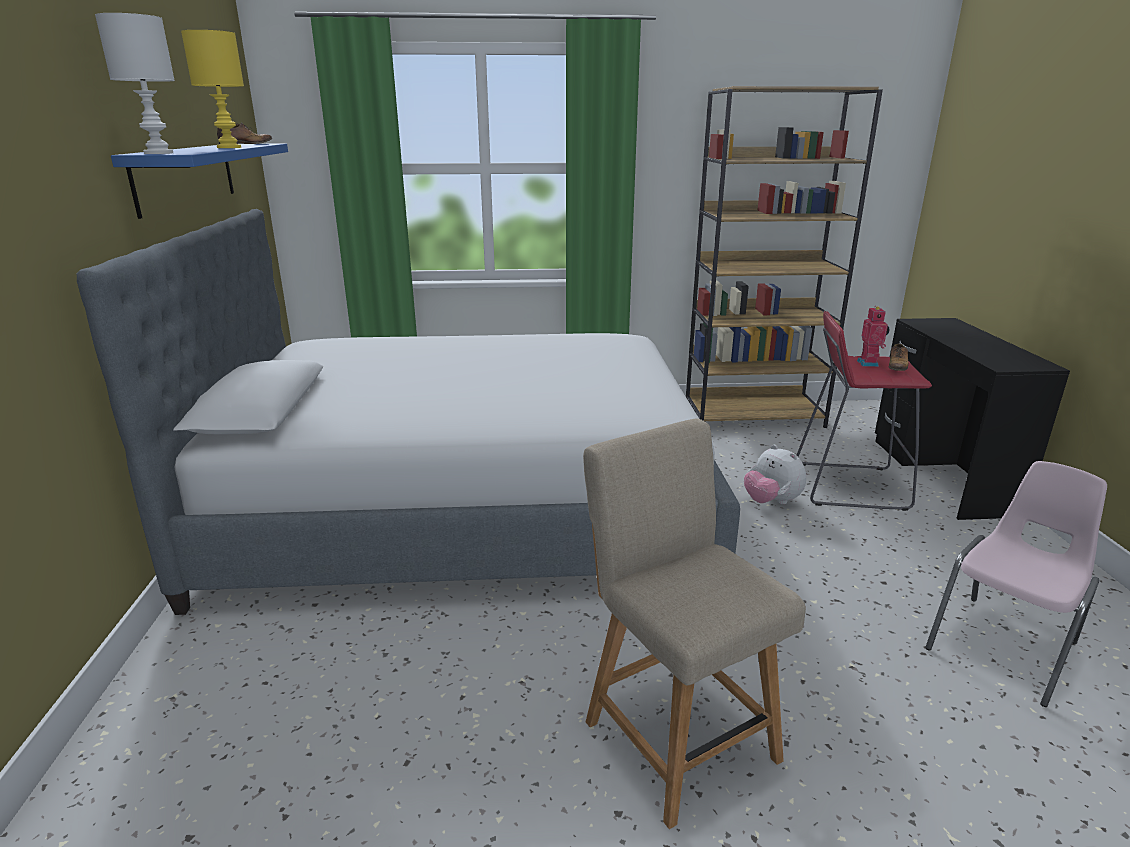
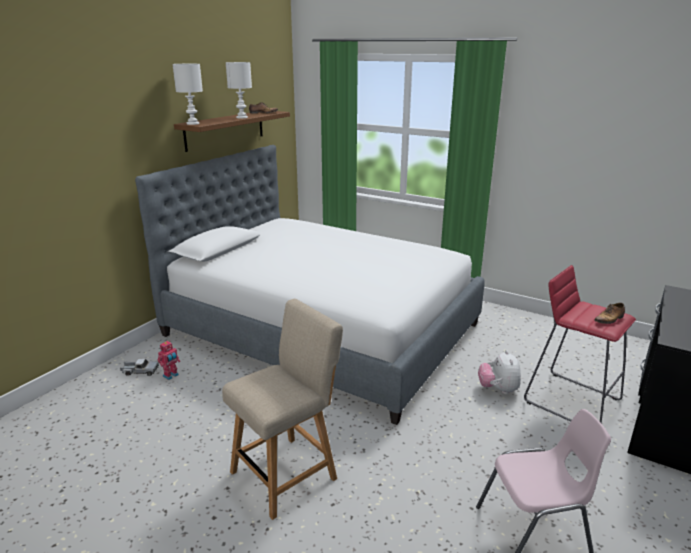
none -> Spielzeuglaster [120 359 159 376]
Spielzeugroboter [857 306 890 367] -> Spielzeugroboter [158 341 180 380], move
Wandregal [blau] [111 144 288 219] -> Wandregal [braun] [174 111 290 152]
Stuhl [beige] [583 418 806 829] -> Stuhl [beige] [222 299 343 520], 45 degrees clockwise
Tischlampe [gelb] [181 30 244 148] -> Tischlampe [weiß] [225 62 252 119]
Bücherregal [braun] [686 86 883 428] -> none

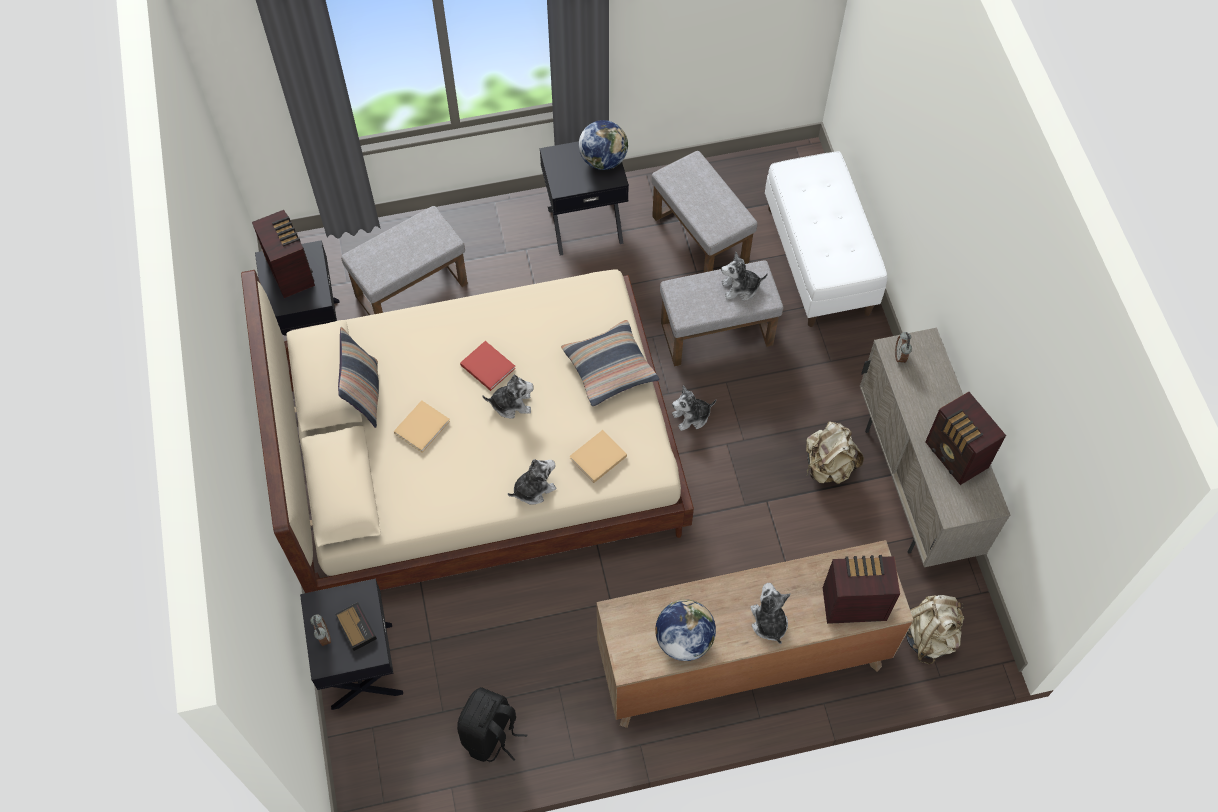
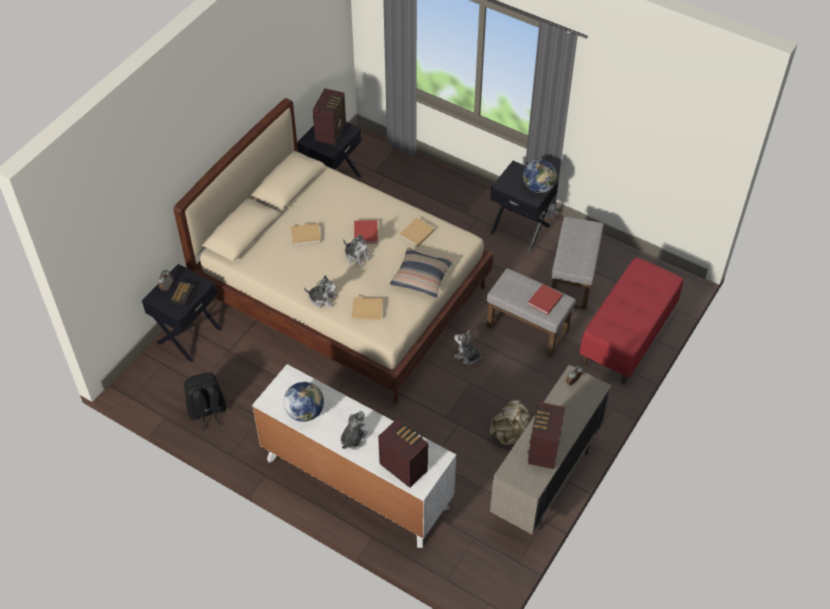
Kommode [braun] [597 540 914 728] -> Kommode [weiß] [252 364 456 548]
none -> Buch [beige] [400 218 435 247]
Plüschtier [721 252 768 301] -> Buch [rot] [528 284 563 315]
Bank [weiß] [765 151 887 327] -> Bank [rot] [579 257 683 384]
Kissen [338 327 379 428] -> none
Polsterhocker [grau] [341 206 468 315] -> none
Rucksack [beige] [906 595 964 664] -> none

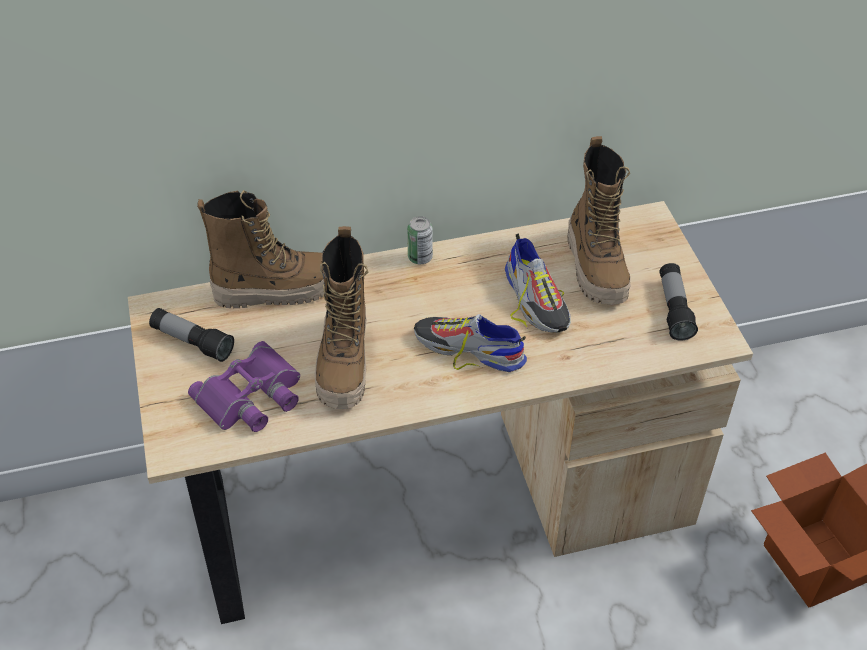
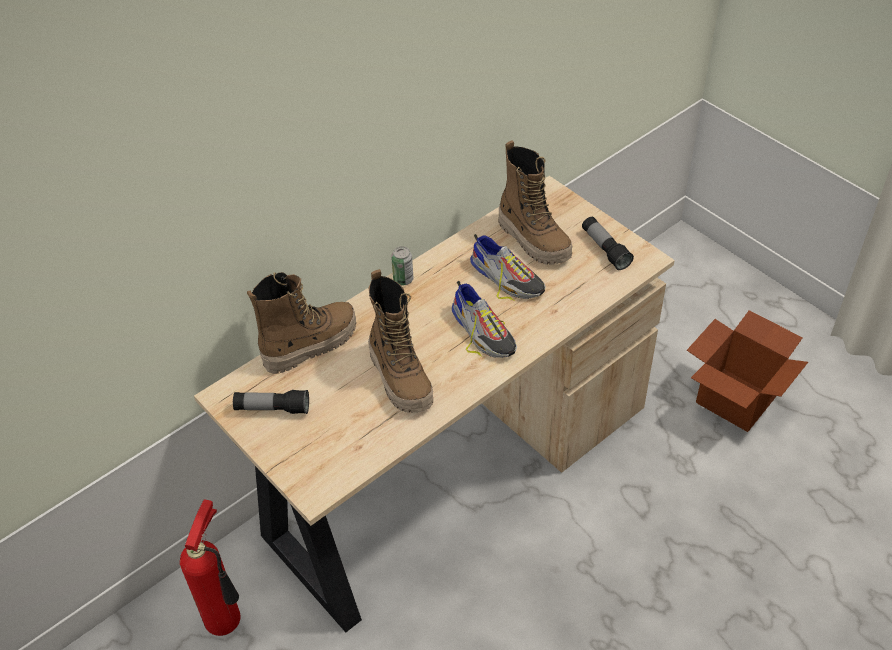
none -> Feuerlöscher [180 499 241 636]
Schuh [414 314 527 372] -> Schuh [452 281 517 359], 120 degrees counterclockwise
Fernglas [lila] [188 341 300 432] -> none

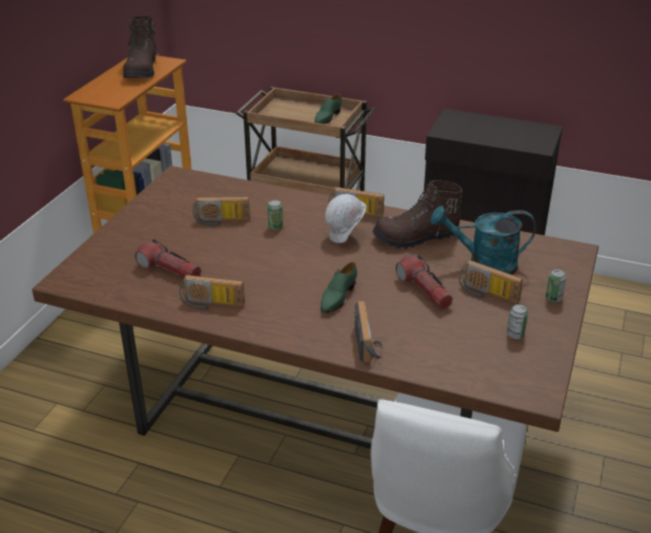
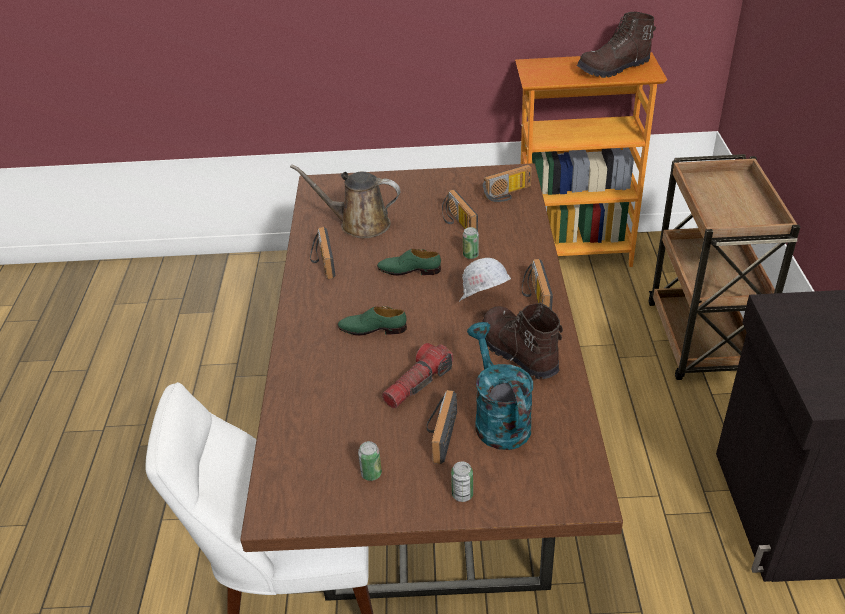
Taschenlampe [135 239 201 278] -> Gießkanne [braun] [290 164 400 238]
Schuh [grün] [314 94 342 124] -> Schuh [grün] [377 249 441 276], move
Radio [355 301 382 362] -> Radio [483 165 532 202], move

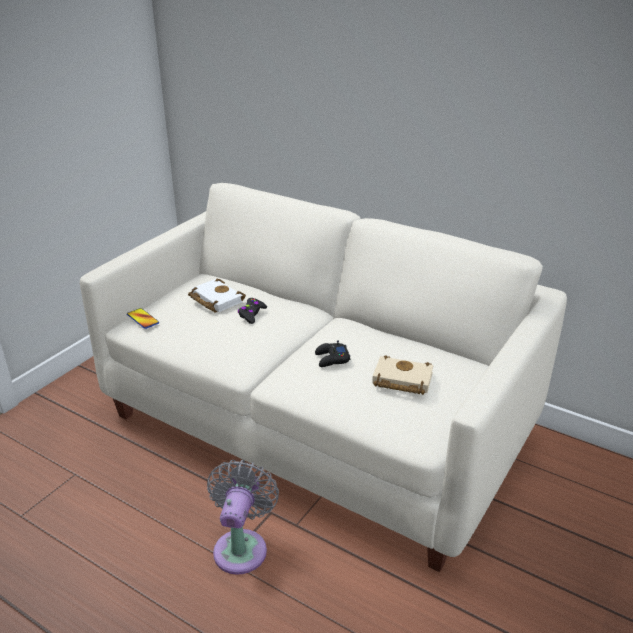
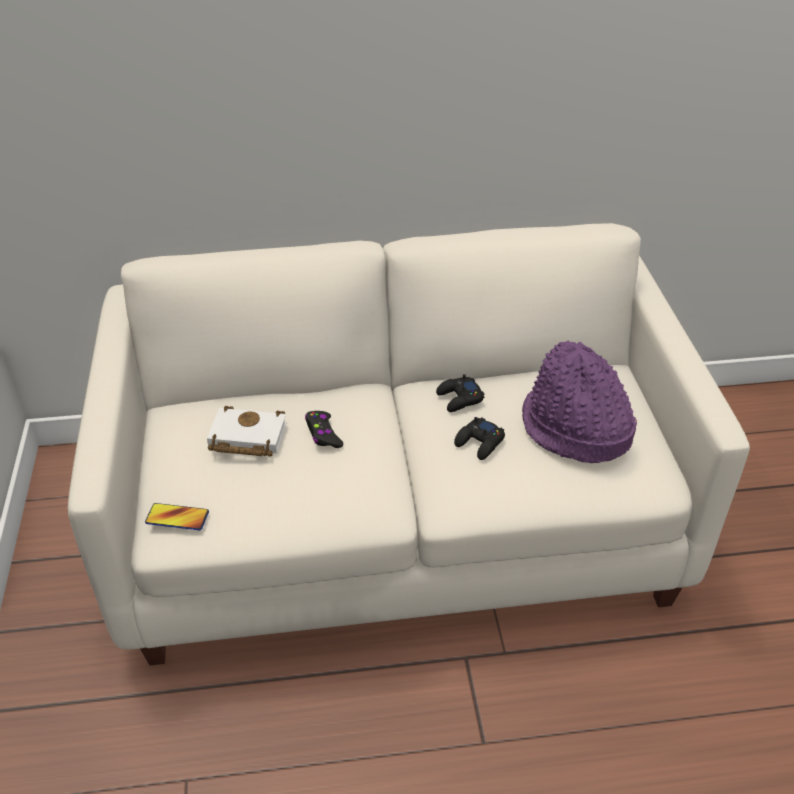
none -> Gamepad [schwarz] [436 374 485 412]
Buch [beige] [372 355 433 395] -> Hut [lila] [522 340 637 463]
Ventilator [grau] [207 460 279 575] -> none

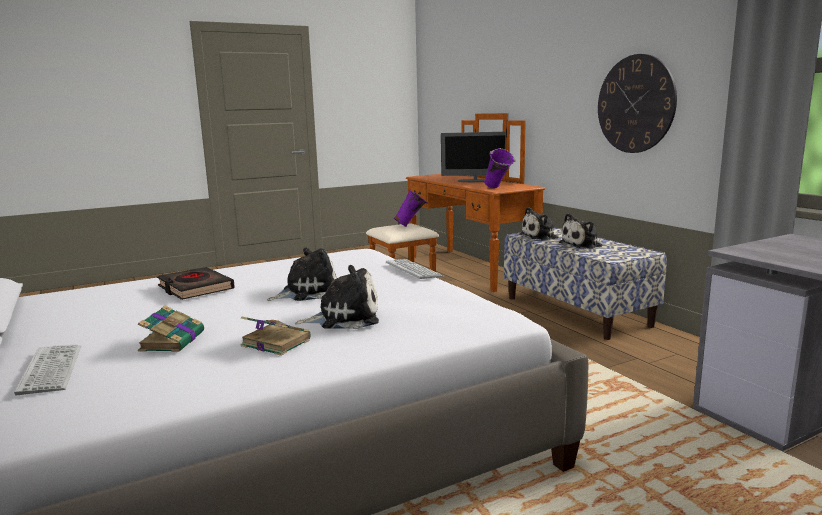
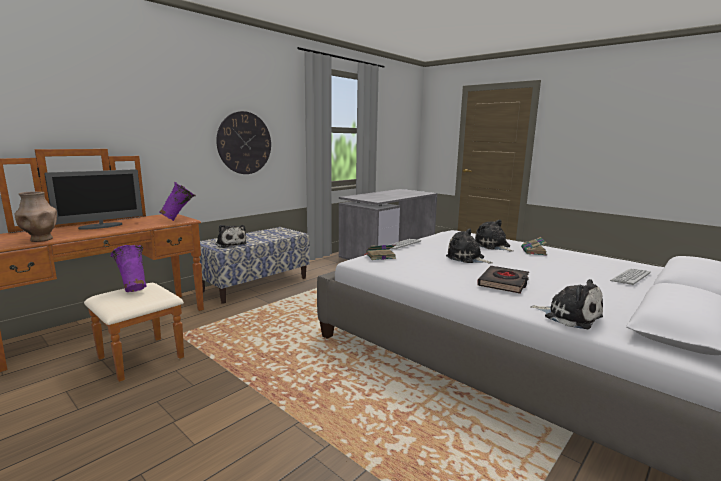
none -> Vase [braun] [15 192 57 242]
Monitor [441 132 506 182] -> Monitor [44 169 143 230], 60 degrees clockwise
Buch [138 306 204 352] -> Buch [363 244 396 260], move
Plüschtier [559 213 603 249] -> Plüschtier [530 279 603 329], move

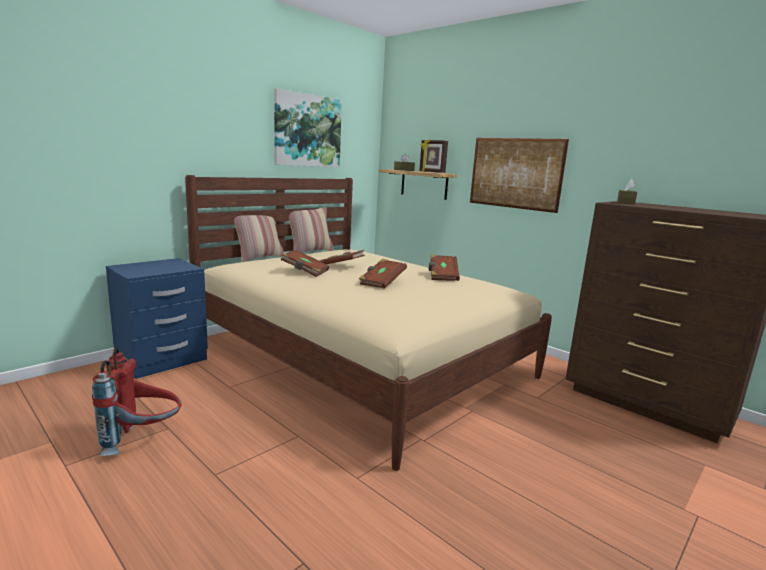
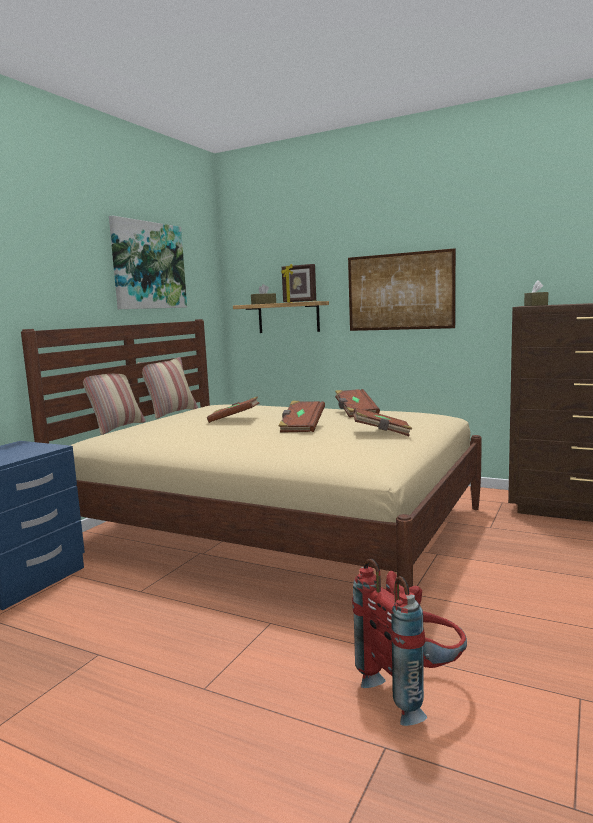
Rucksack [rot] [92 347 182 456] -> Rucksack [rot] [352 559 467 726], move
Buch [braun] [281 250 330 277] -> Buch [braun] [353 408 412 436], move

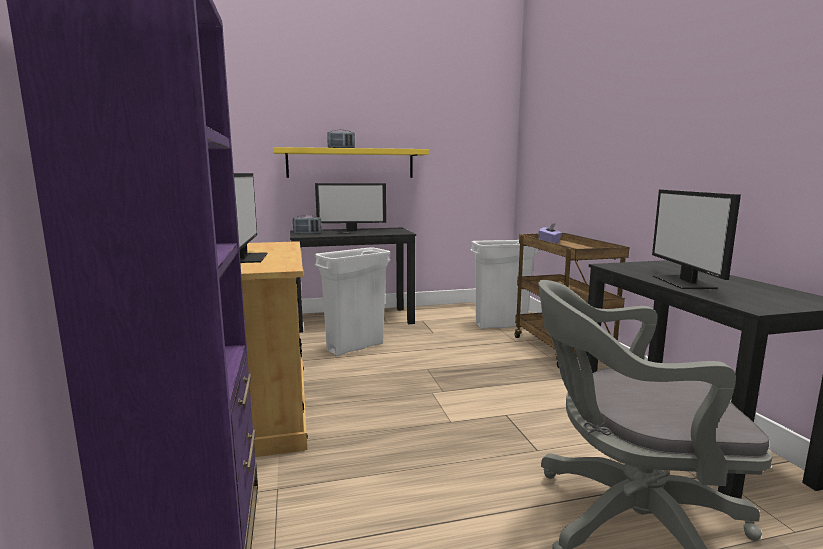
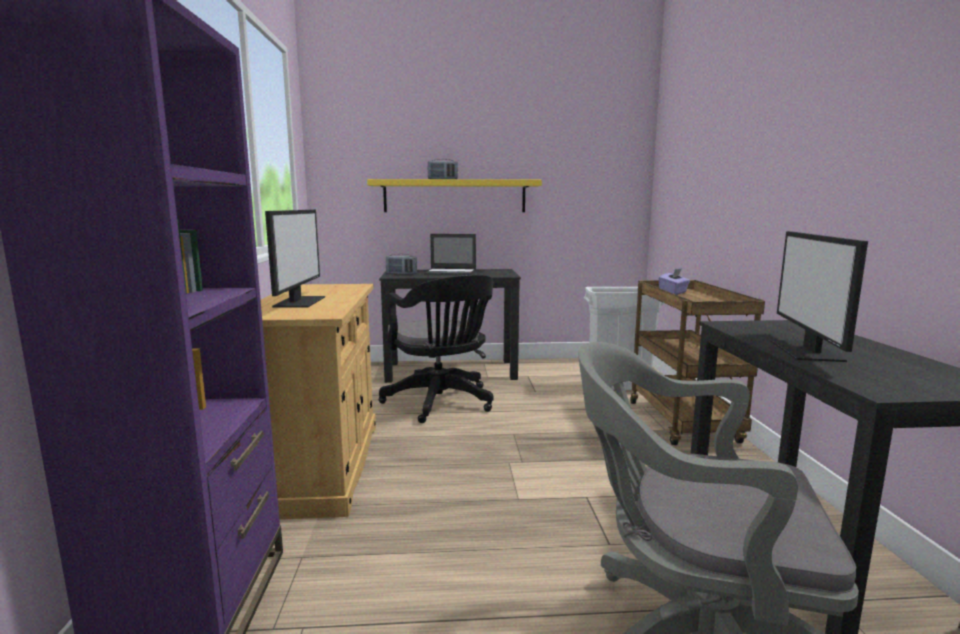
Mülleimer [weiß] [315 248 390 356] -> Bürostuhl [schwarz] [379 275 494 423]
Monitor [315 183 386 233] -> Laptop [424 234 476 276]

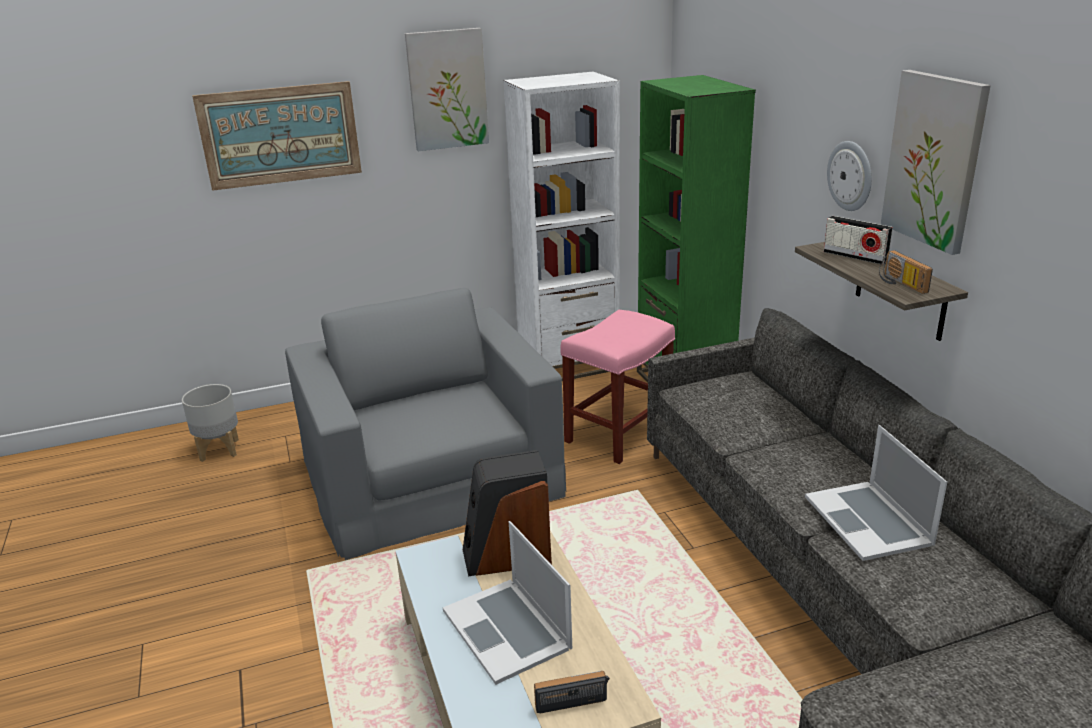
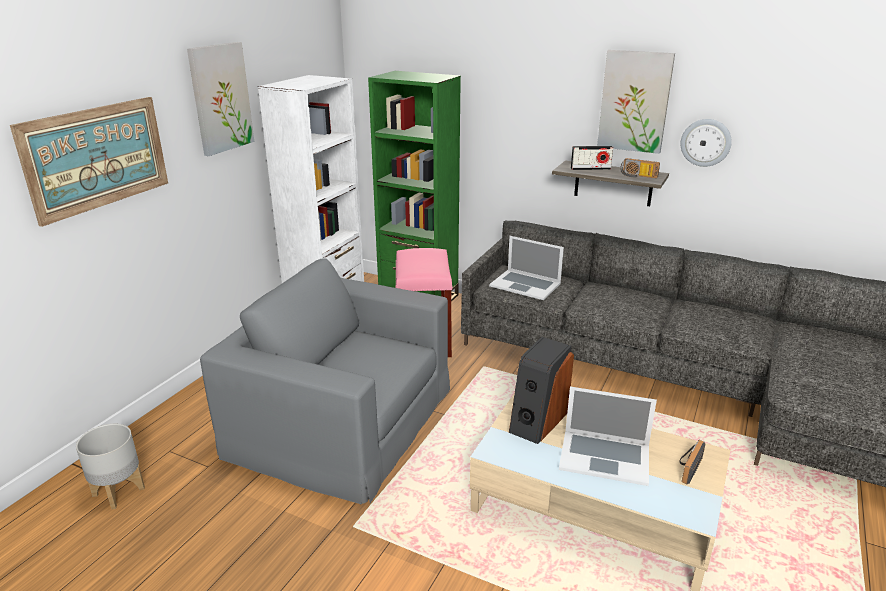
Laptop [805 425 947 561] -> Laptop [489 236 564 300], move
Wanduhr [827 141 872 211] -> Wanduhr [681 119 732 167], move

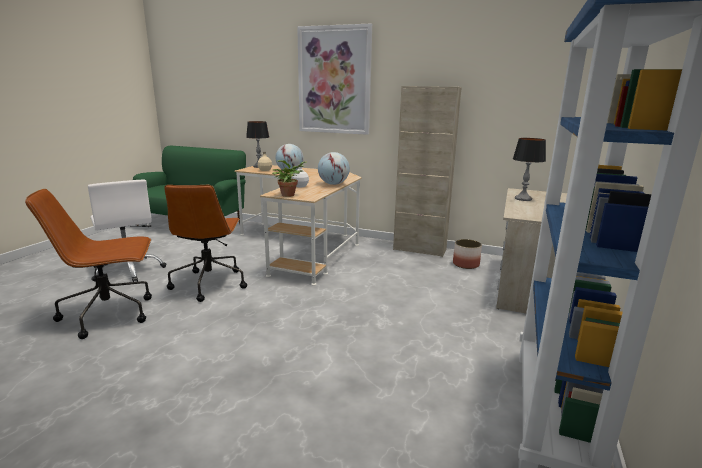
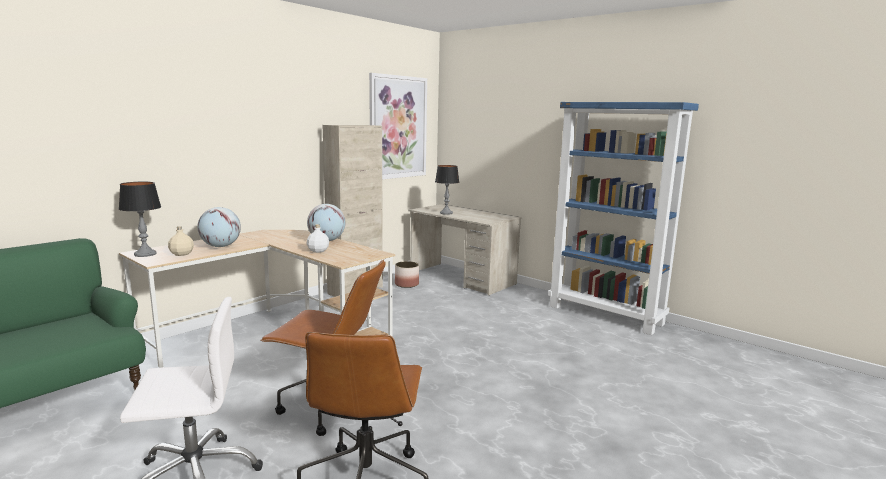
Bild [297 23 372 135] -> Bild [369 73 427 179], move
Topfpflanze [272 160 308 197] -> none

